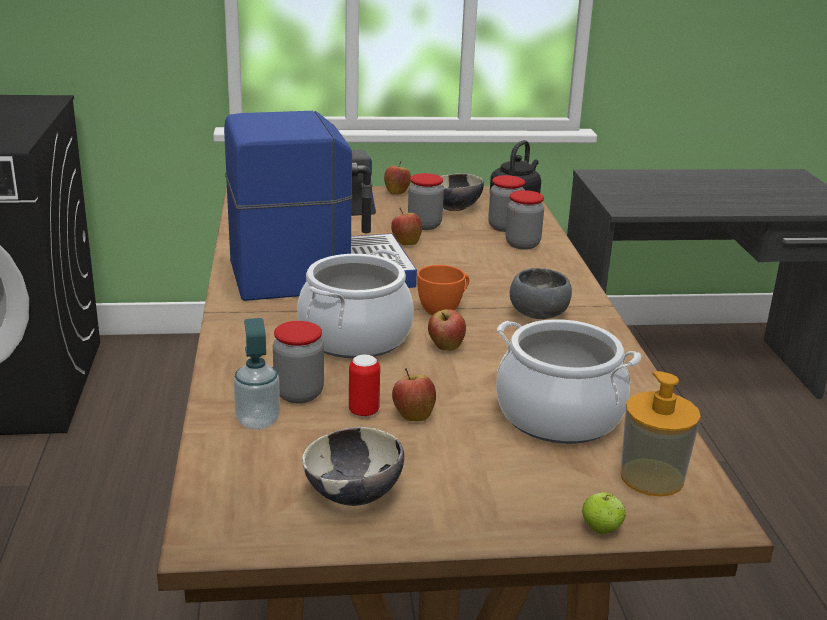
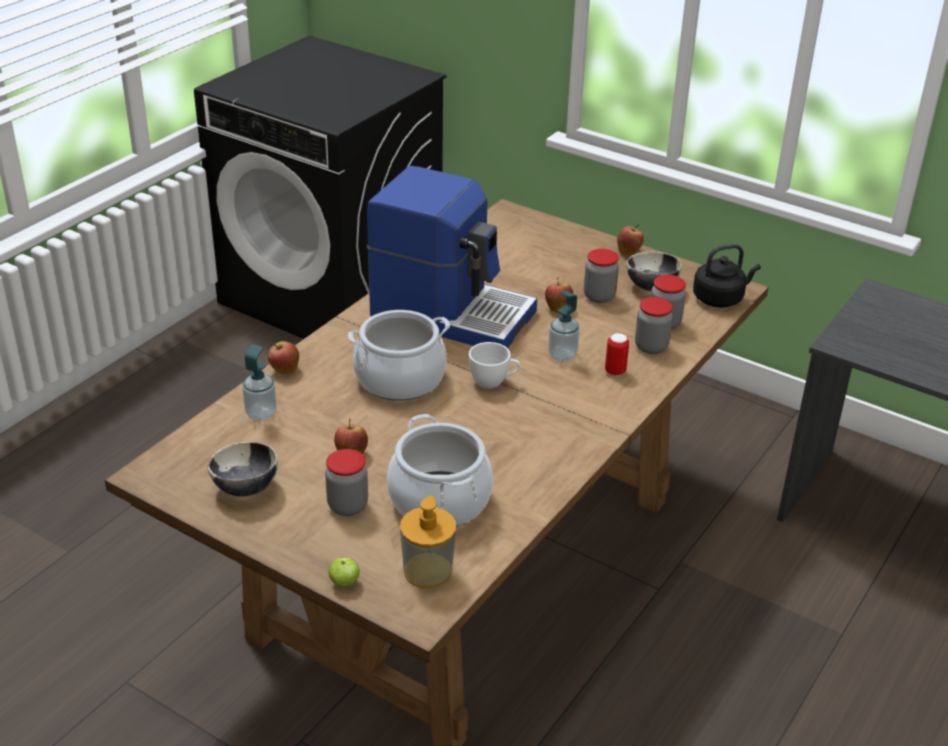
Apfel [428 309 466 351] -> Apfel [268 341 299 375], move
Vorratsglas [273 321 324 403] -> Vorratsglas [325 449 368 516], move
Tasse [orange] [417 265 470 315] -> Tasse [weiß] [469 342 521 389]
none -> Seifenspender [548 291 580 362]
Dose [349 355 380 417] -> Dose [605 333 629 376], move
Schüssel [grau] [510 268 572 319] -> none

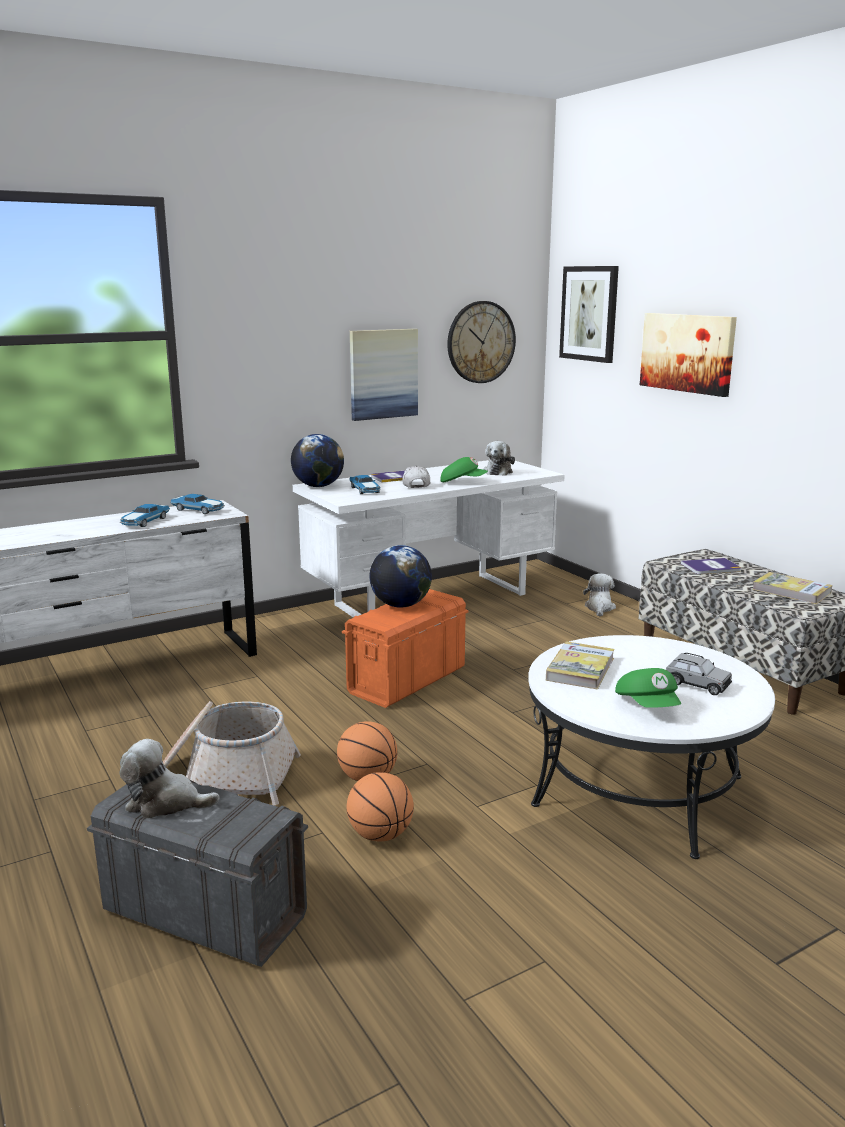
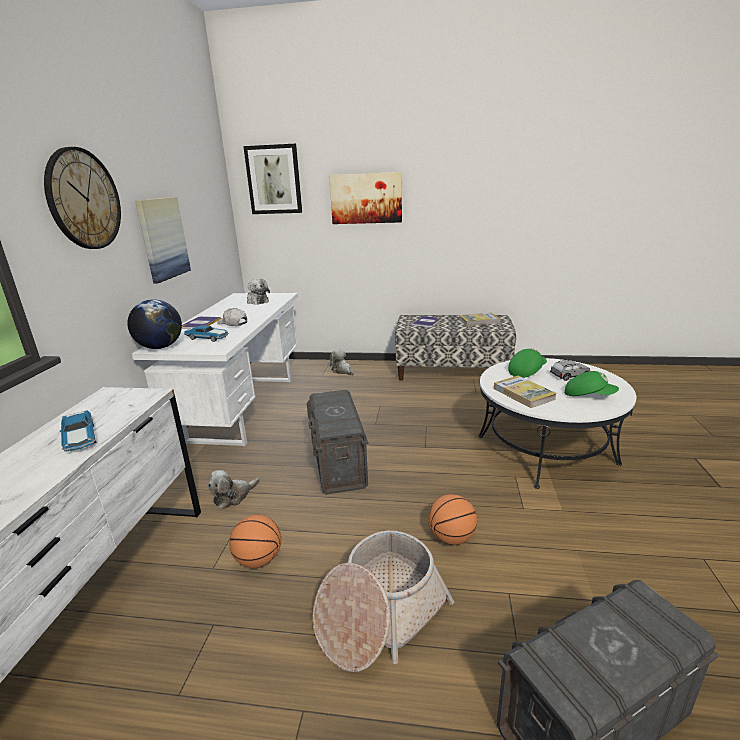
Wanduhr [447 301 516 383] -> Wanduhr [44 147 121 249], move
Plüschtier [119 739 220 818] -> Plüschtier [208 470 260 509], move
Basketball [346 772 414 841] -> Basketball [229 514 281 568], move
Aufbewahrungsbox [orange] [342 589 469 708] -> Aufbewahrungsbox [grau] [307 390 368 495]
Kappe [grün] [440 457 488 482] -> Kappe [grün] [508 348 547 378], move
Spielzeugauto [170 494 225 514] -> none
Globus [369 545 432 608] -> none

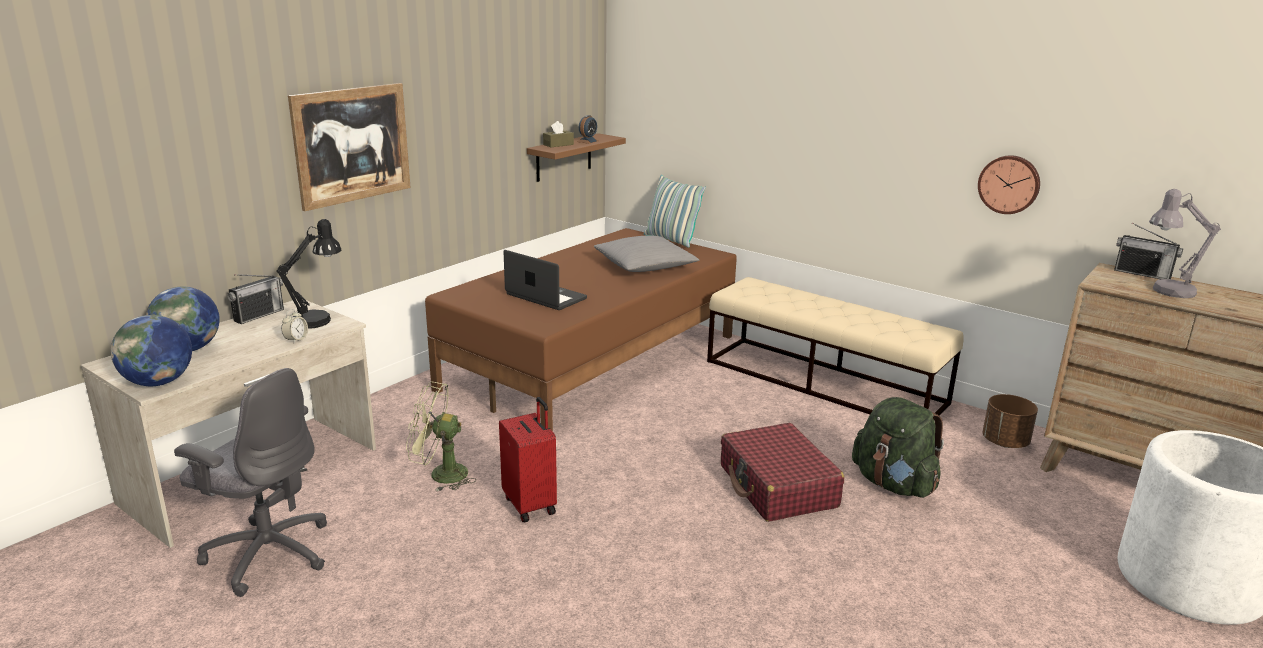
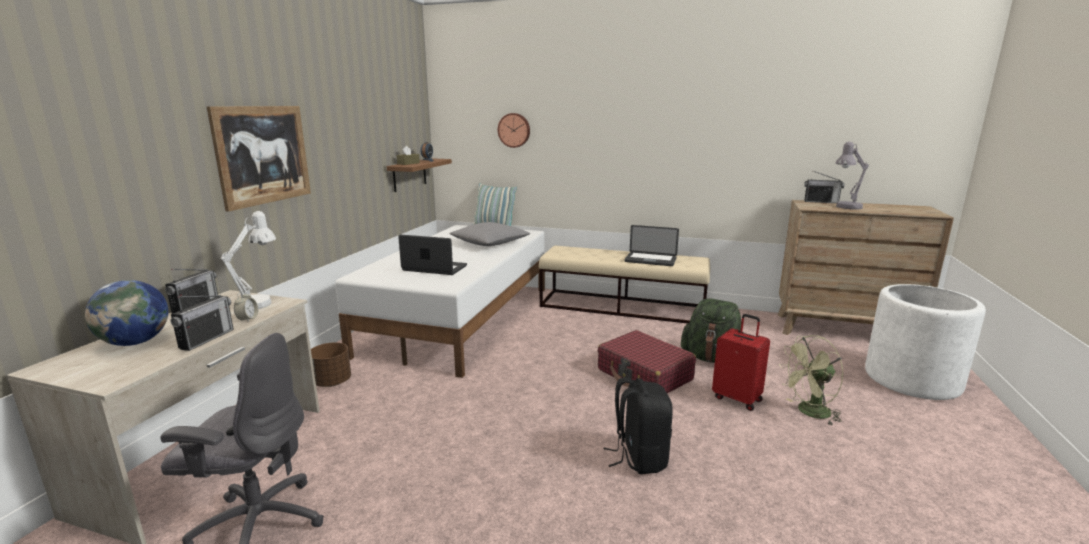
none -> Radio [170 295 234 351]
Tischlampe [schwarz] [277 219 342 329] -> Tischlampe [weiß] [221 211 276 309]
Pflanzkübel [braun] [982 394 1038 448] -> Pflanzkübel [braun] [311 342 351 387], move
Bett [braun] [425 228 737 431] -> Bett [weiß] [335 225 545 378]
Wanduhr [978 155 1040 214] -> Wanduhr [498 113 530 148], move
none -> Rucksack [schwarz] [603 377 673 474]
none -> Laptop [624 225 679 266]
Koffer [rot] [499 397 557 523] -> Koffer [rot] [712 314 770 411], move
Ventilator [grün] [406 382 476 491] -> Ventilator [grün] [779 335 843 426], move
Globus [111 315 192 386] -> none

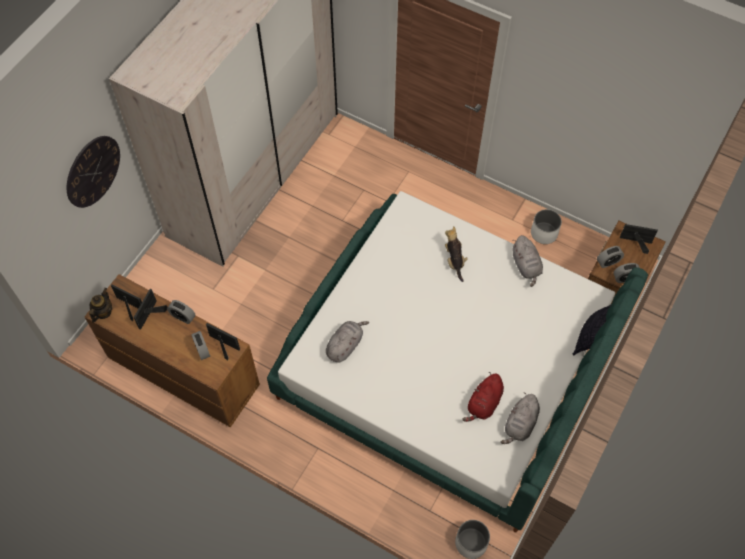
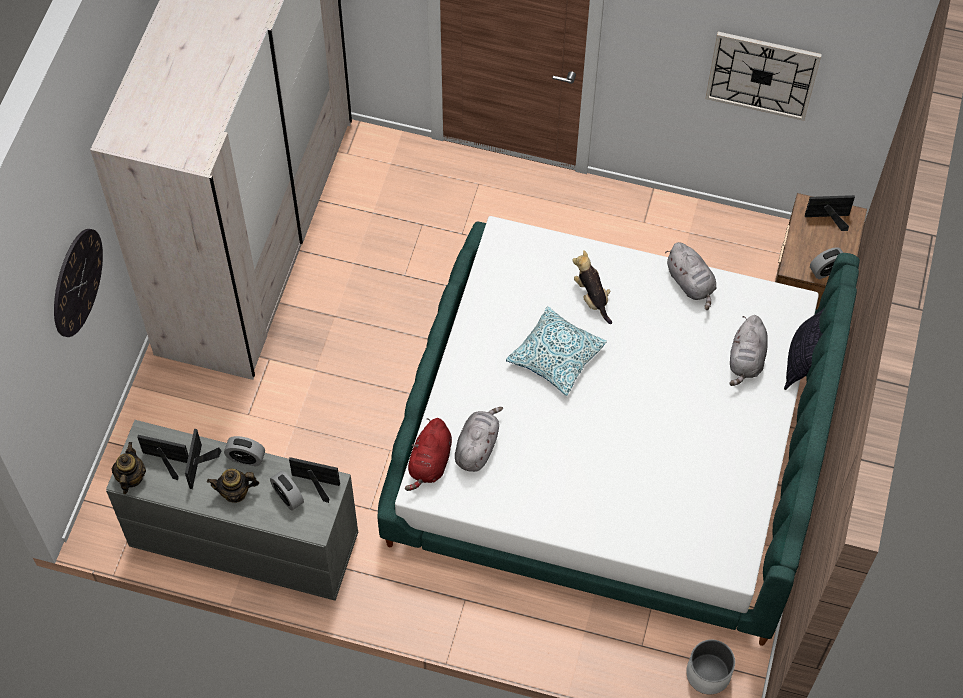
Kommode [braun] [85 274 260 427] -> Kommode [grau] [106 420 358 601]
none -> Teekanne [207 469 259 503]
Plüschtier [rot] [462 372 504 422] -> Plüschtier [rot] [405 418 452 491], move
none -> Kissen [506 306 607 396]
none -> Wanduhr [705 32 822 121]
Plüschtier [grau] [501 392 540 444] -> Plüschtier [grau] [729 315 768 386], move
Pflanzkübel [weiß] [531 209 562 244] -> none
Wecker [597 246 624 268] -> none

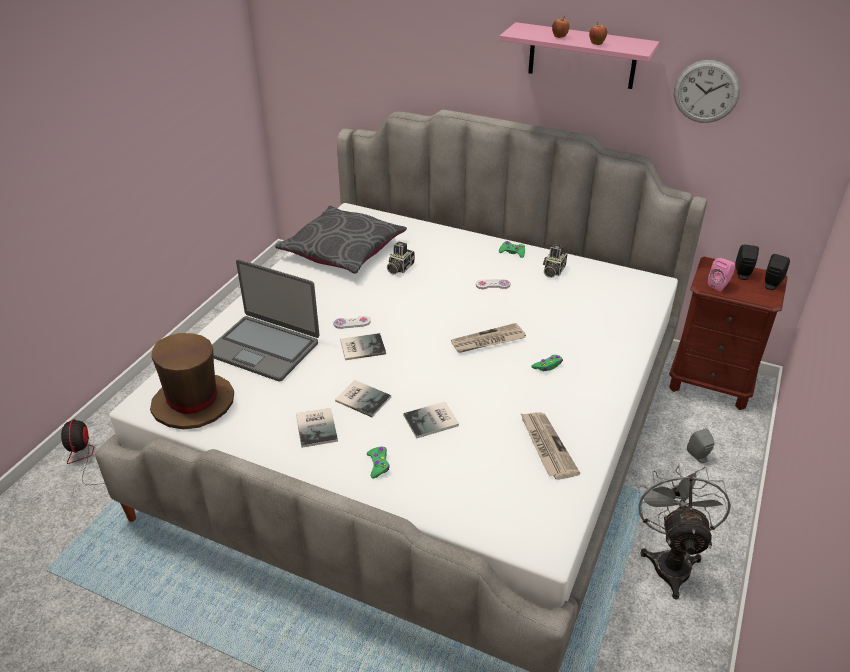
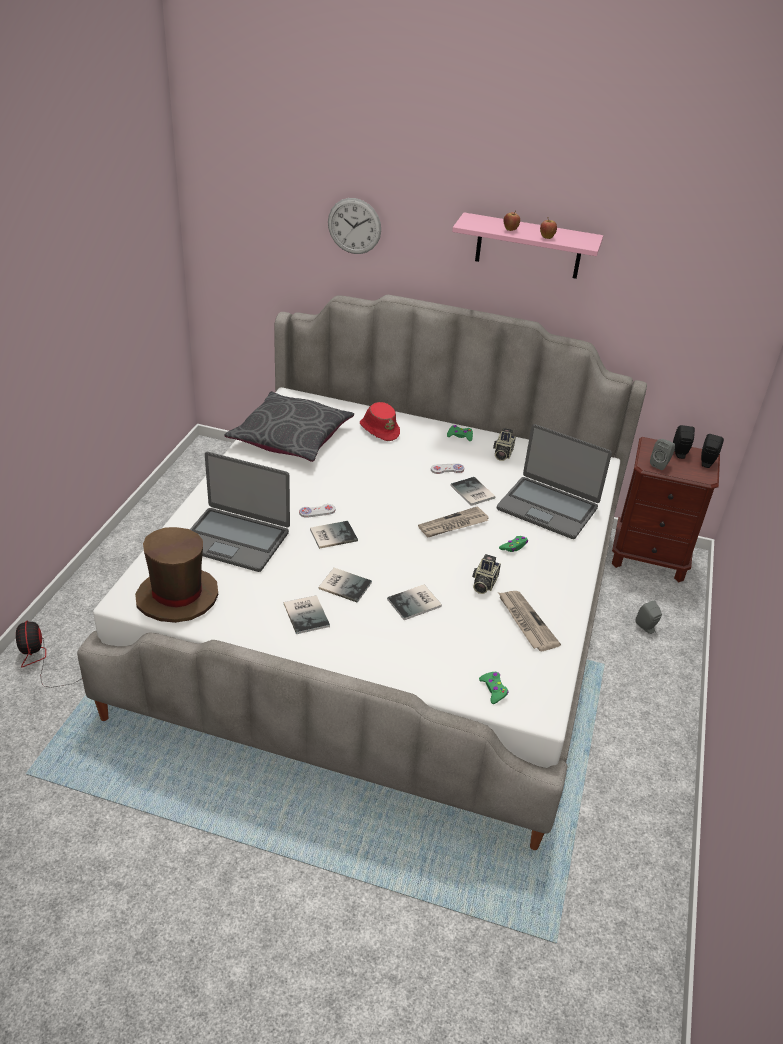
Wanduhr [674 60 740 123] -> Wanduhr [328 198 381 254], move
none -> Hut [rot] [360 402 400 441]
none -> Buch [451 477 495 506]
Kamera [387 241 415 275] -> Kamera [472 554 501 594], move
Gamepad [grün] [367 447 390 479] -> Gamepad [grün] [479 672 508 704], move
none -> Laptop [497 424 612 539]
Lautsprecher [rosa] [708 258 735 291] -> Lautsprecher [grau] [650 439 675 470]
Ventilator [grau] [638 463 731 600] -> none

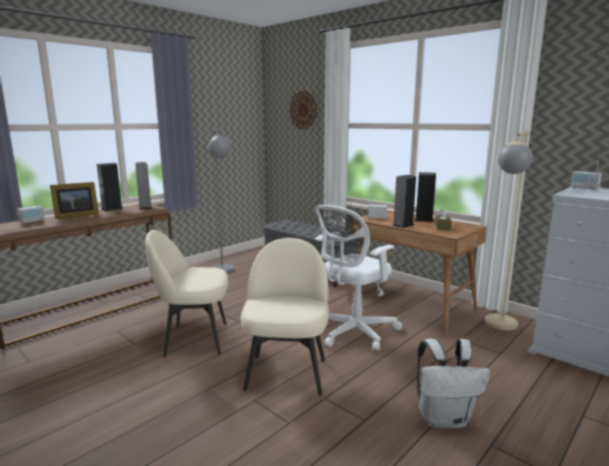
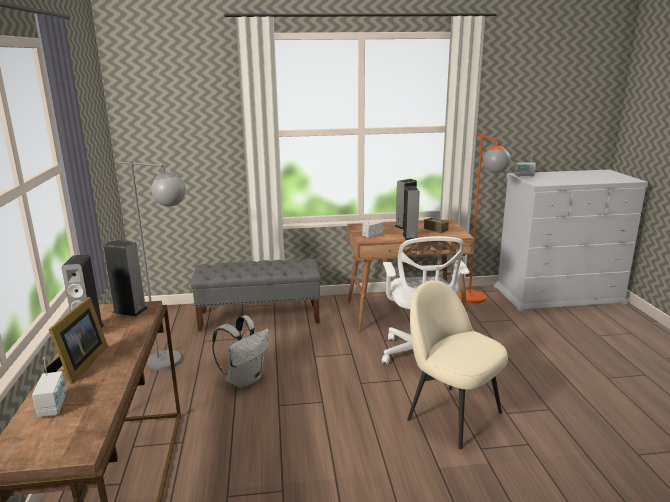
Rucksack [weiß] [417 338 490 428] -> Rucksack [weiß] [212 315 269 388], move
Stehlampe [beige] [484 131 533 330] -> Stehlampe [orange] [459 134 511 304]
Stuhl [beige] [145 230 228 357] -> none
Wanduhr [290 91 317 129] -> none

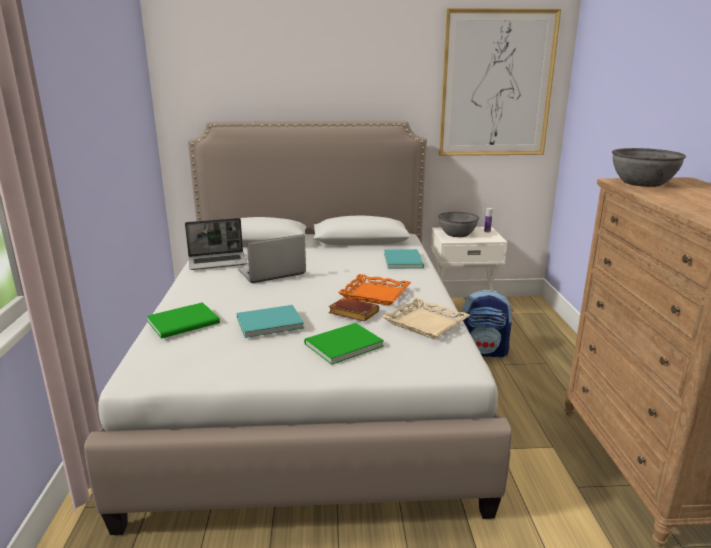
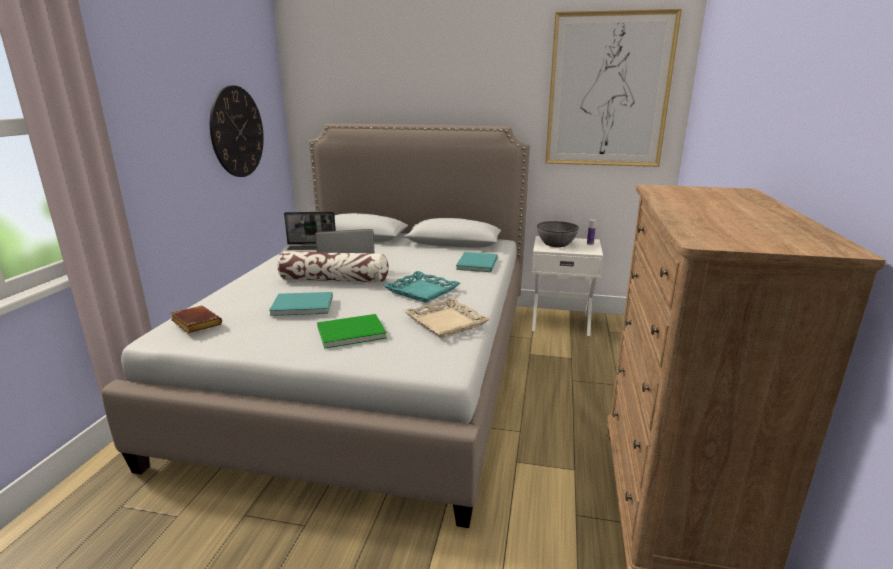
Buch [braun] [329 297 379 322] -> Buch [braun] [170 306 222 333], move
none -> Wanduhr [210 86 264 177]
none -> Kissen [278 251 389 283]
Tablett [orange] [338 274 411 306] -> Tablett [türkis] [383 271 460 303]
Buch [grün] [147 302 220 339] -> none
Rucksack [461 290 513 358] -> none
Schüssel [grau] [612 148 686 187] -> none

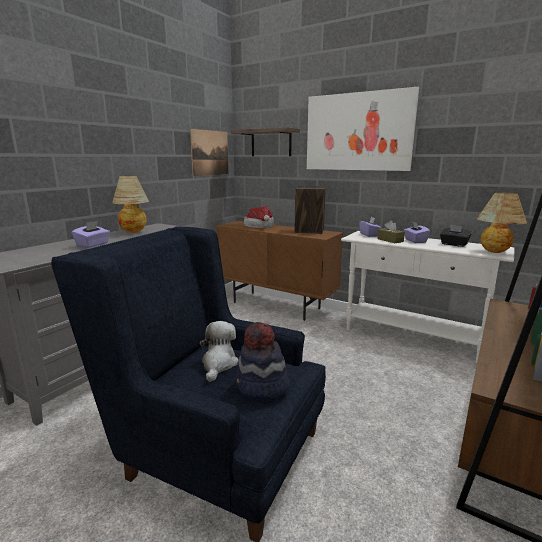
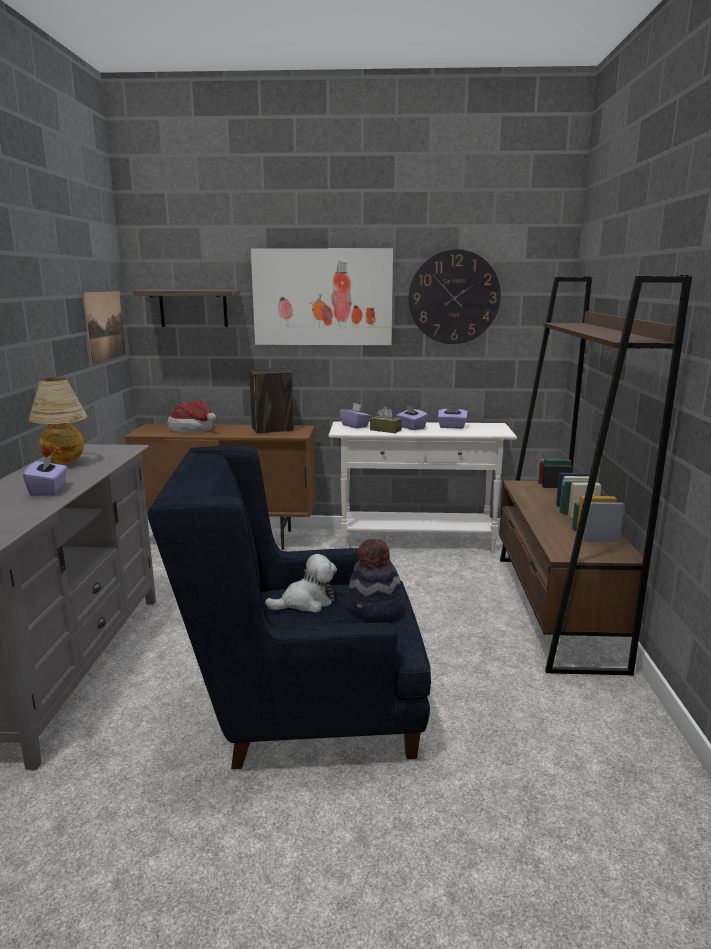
Plüschtier [199 321 238 382] -> Plüschtier [265 554 337 612], 90 degrees clockwise
none -> Wanduhr [409 249 501 344]
Taschentuchbox [schwarz] [440 224 472 247] -> Taschentuchbox [lila] [438 405 468 429]
Tischlampe [477 192 527 253] -> none

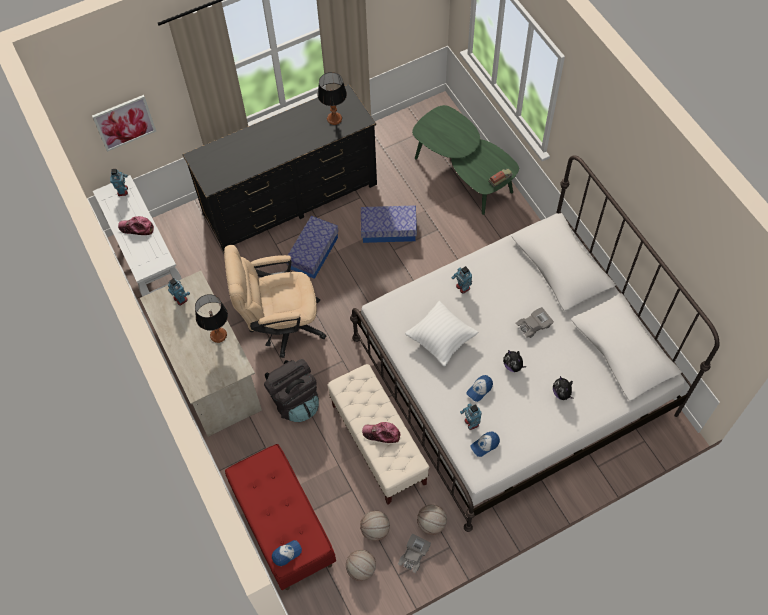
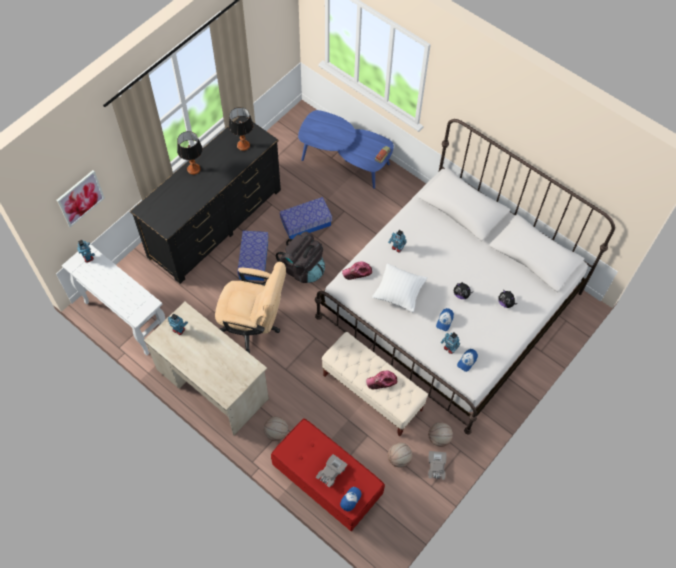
Tischlampe [195 294 228 343] -> Tischlampe [177 131 203 175], move
Bürostuhl [beige] [224 245 327 358] -> Bürostuhl [beige] [215 262 286 353], 135 degrees counterclockwise
Basketball [346 550 376 581] -> Basketball [264 416 288 441], move
Rucksack [schwarz] [264 359 319 422] -> Rucksack [schwarz] [276 231 325 283], move
Couchtisch [grün] [412 105 519 215] -> Couchtisch [blau] [298 110 394 189]
Spielzeugauto [grau] [516 307 554 338] -> Spielzeugauto [grau] [316 454 347 487], move
Kappe [118 216 154 235] -> Kappe [342 262 372 280], move

